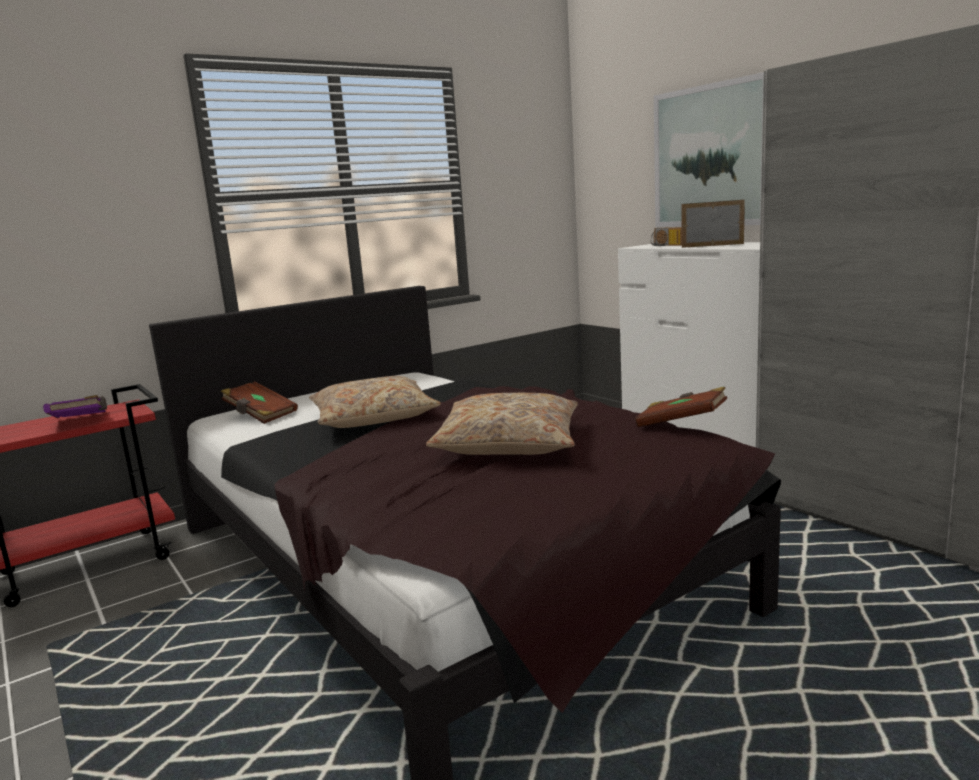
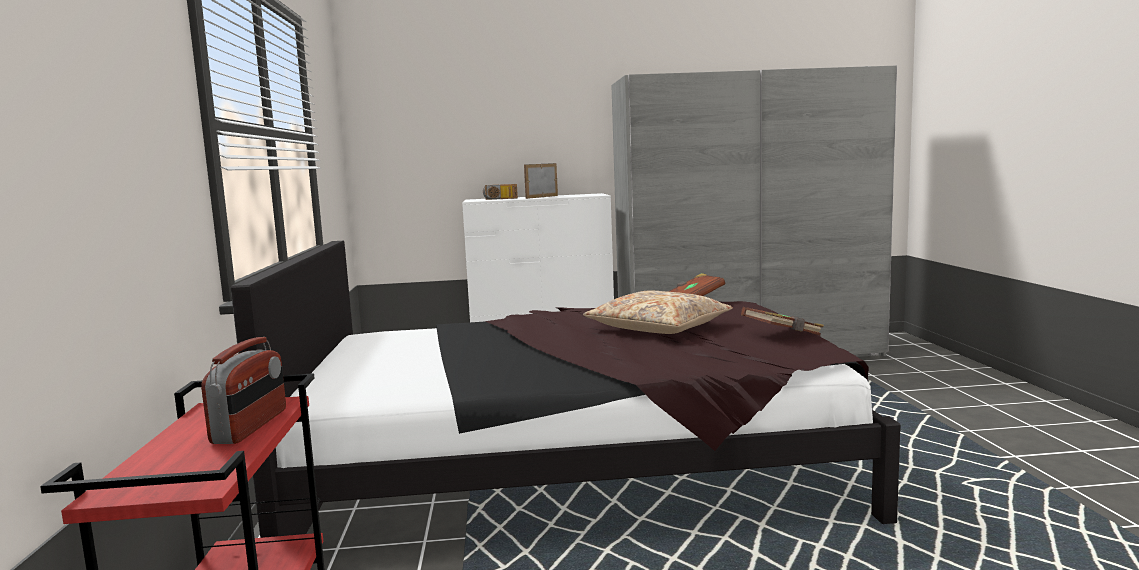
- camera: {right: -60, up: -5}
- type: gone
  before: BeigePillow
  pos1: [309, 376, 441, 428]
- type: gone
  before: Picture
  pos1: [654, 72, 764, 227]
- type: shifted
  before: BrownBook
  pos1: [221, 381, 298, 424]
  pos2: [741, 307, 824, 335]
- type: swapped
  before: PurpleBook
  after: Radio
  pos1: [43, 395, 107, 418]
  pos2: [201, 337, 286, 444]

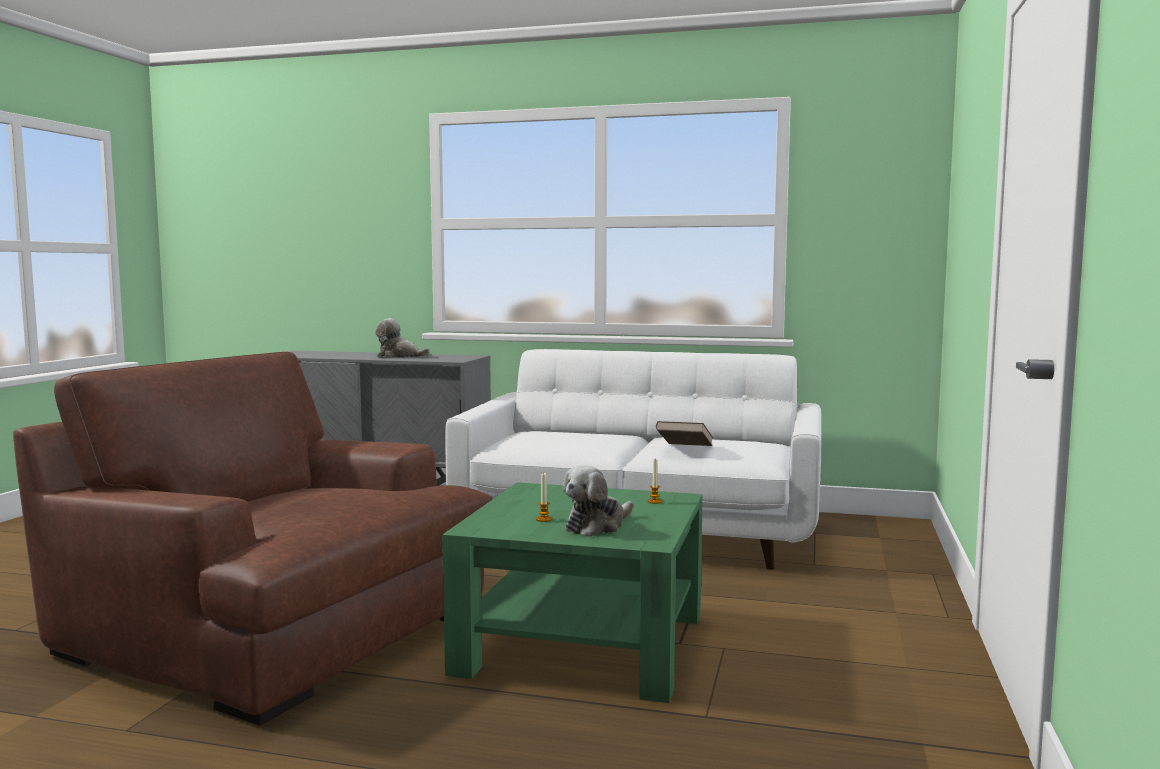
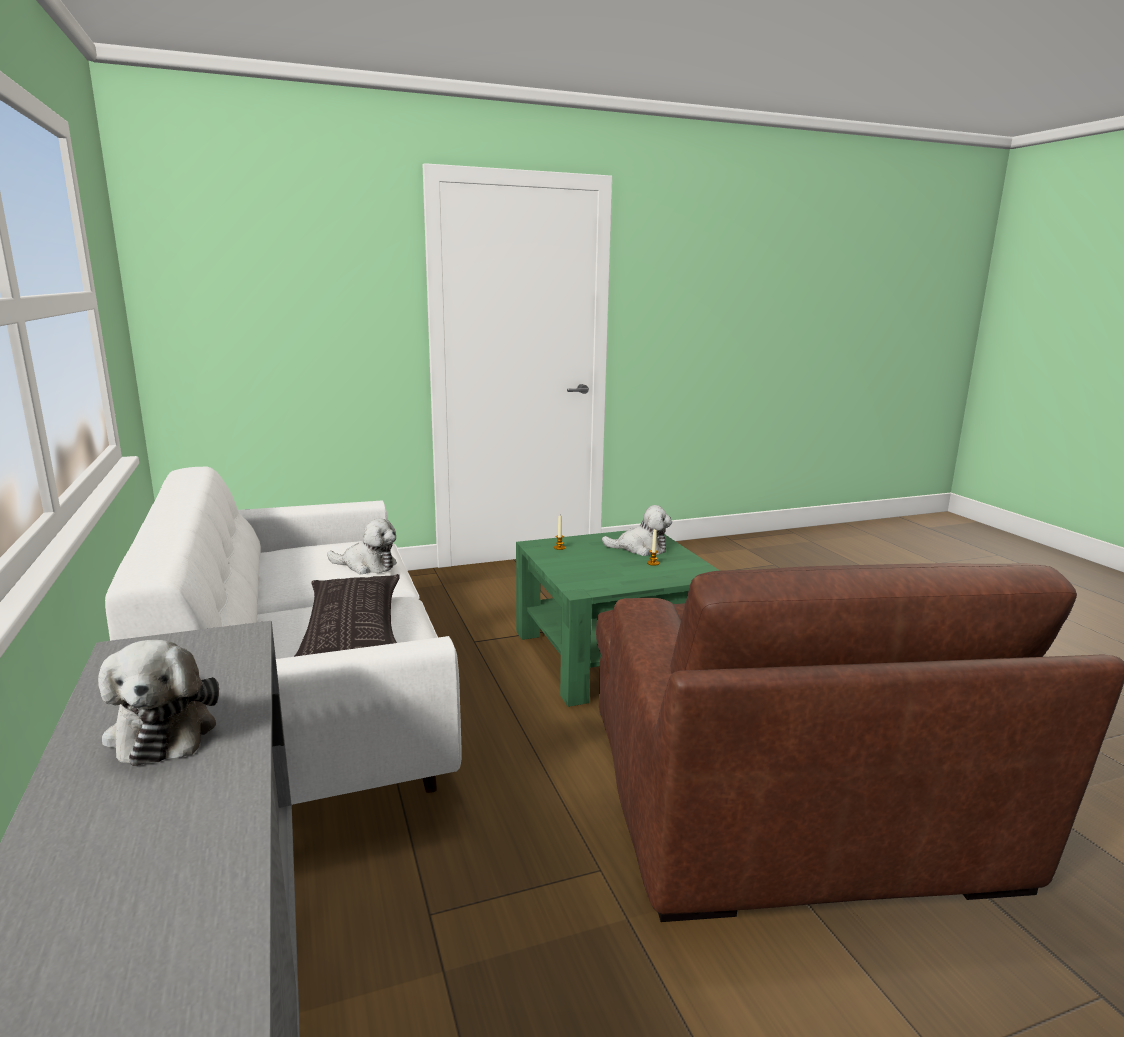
- camera: {right: -125, up: 10}
- type: new
  after: Pillow
  pos2: [294, 574, 400, 657]
- type: swapped
  before: BrownBook
  after: PlushToy
  pos1: [656, 421, 713, 446]
  pos2: [327, 518, 397, 574]

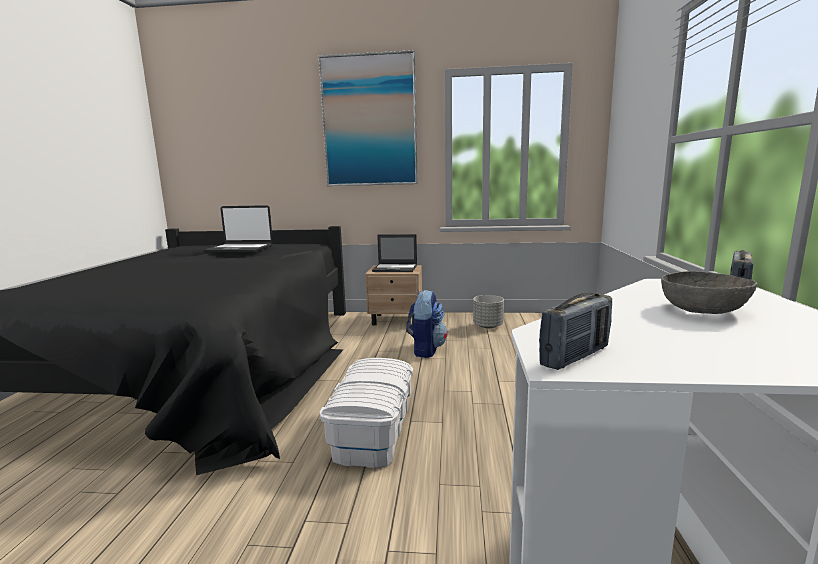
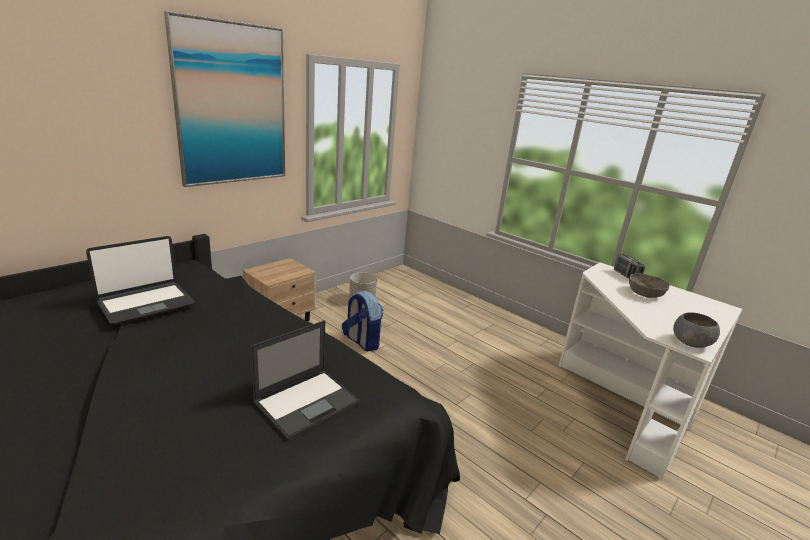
- camera: {right: -55, up: 10}
- type: gone
  before: WhiteStorageBox
  pos1: [319, 358, 413, 468]
- type: shifted
  before: Laptop
  pos1: [372, 234, 417, 272]
  pos2: [251, 320, 360, 441]
- type: swapped
  before: Radio
  after: GreyBowl
  pos1: [539, 292, 612, 370]
  pos2: [673, 312, 720, 348]

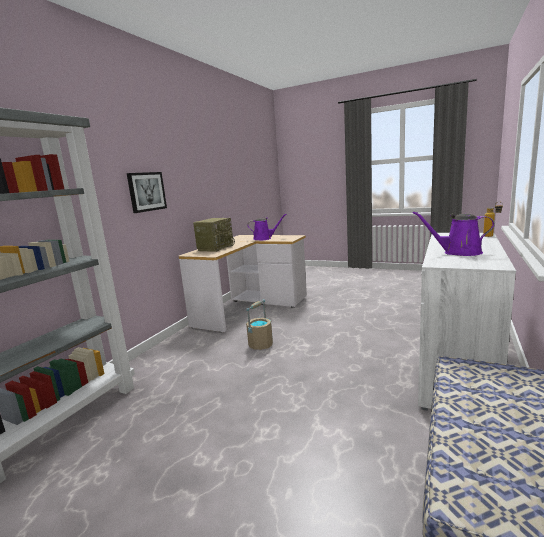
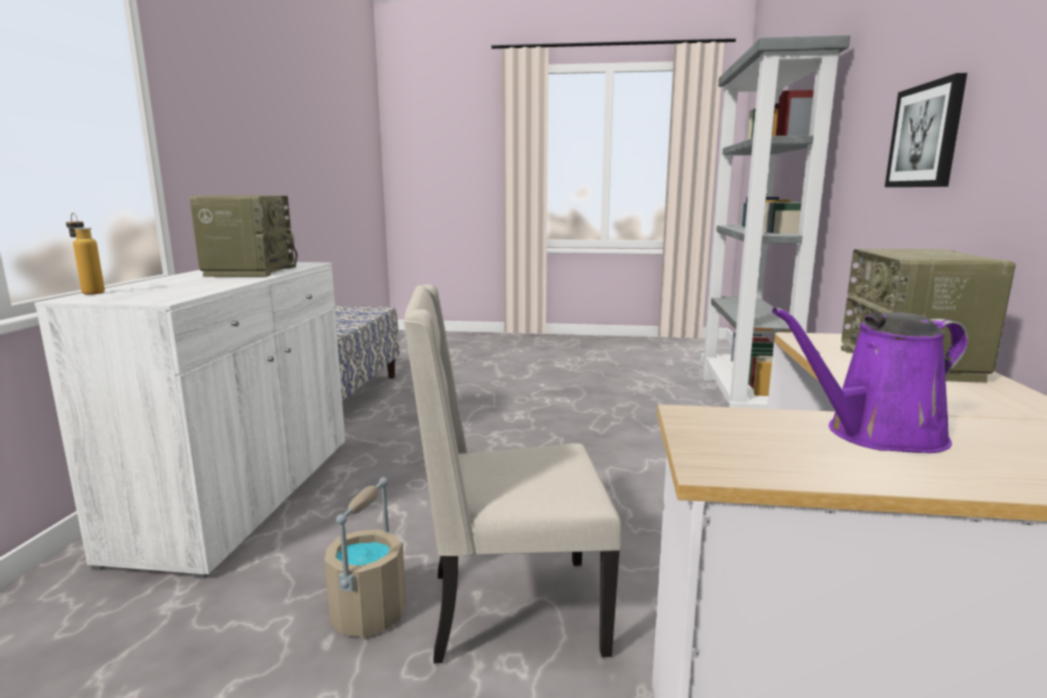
- camera: {right: 160, up: 0}
- type: new
  after: BeigeChair
  pos2: [404, 284, 622, 664]
- type: shifted
  before: BeigeBucket
  pos1: [246, 299, 273, 350]
  pos2: [324, 477, 406, 638]
- type: swapped
  before: PurpleWateringCan
  after: Radio
  pos1: [412, 211, 495, 256]
  pos2: [190, 195, 298, 277]

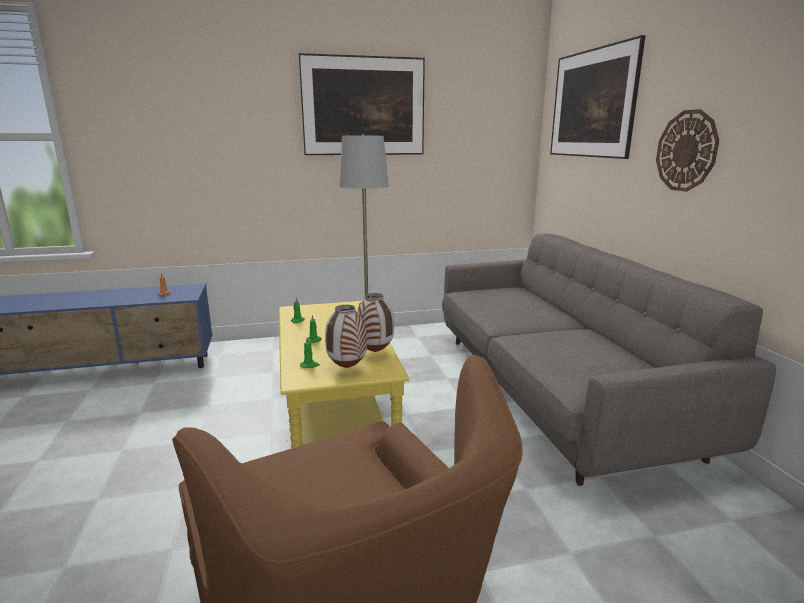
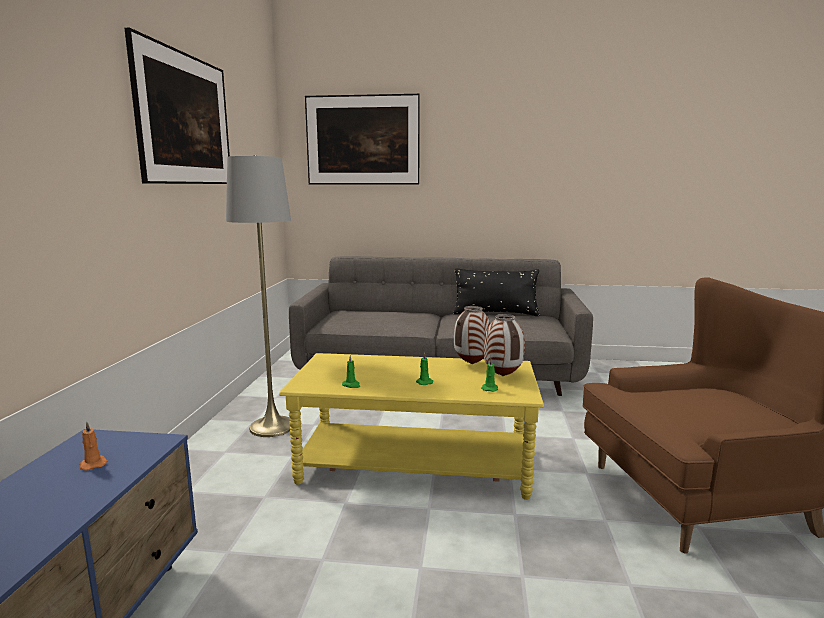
- camera: {right: -70, up: -5}
- type: gone
  before: WallClock
  pos1: [656, 109, 719, 192]
- type: new
  after: BlackPillow
  pos2: [453, 268, 540, 316]

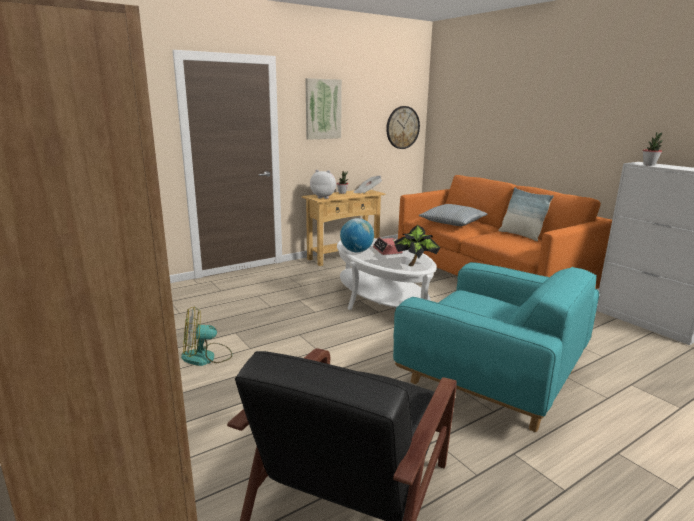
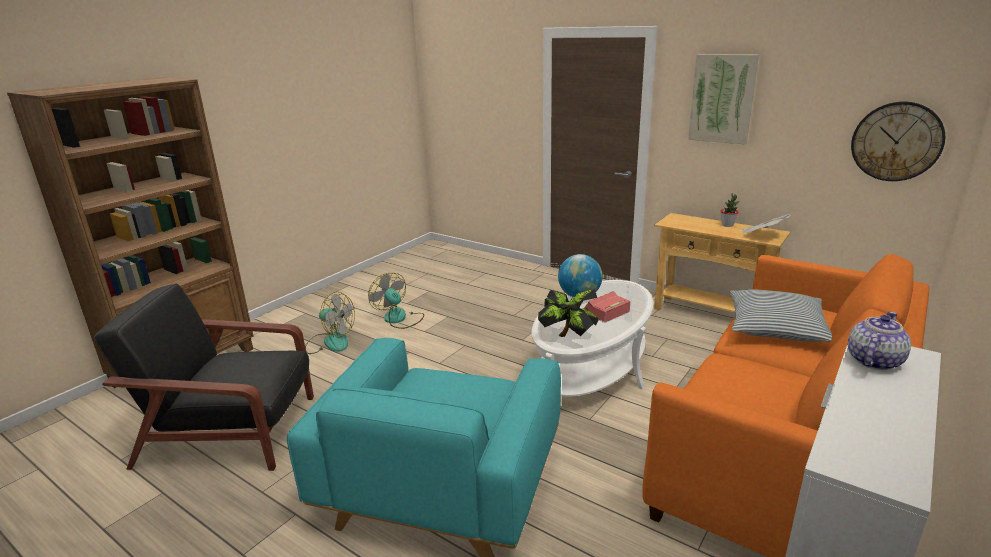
- camera: {right: 70, up: 5}
- type: gone
  before: PlushToy
  pos1: [310, 170, 337, 199]
- type: gone
  before: Pillow
  pos1: [499, 187, 554, 241]
- type: new
  after: Fan
  pos2: [305, 292, 355, 354]
- type: swapped
  before: PottedPlant
  after: Teapot
  pos1: [643, 132, 664, 166]
  pos2: [848, 311, 911, 370]

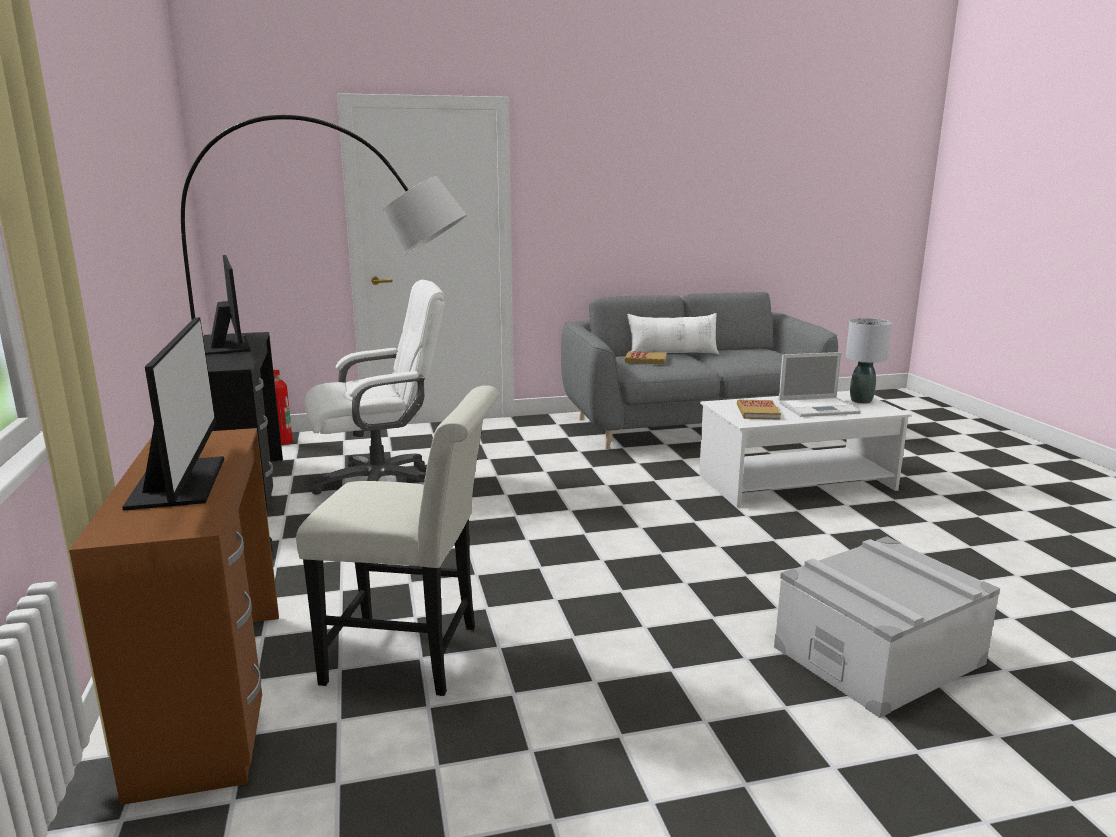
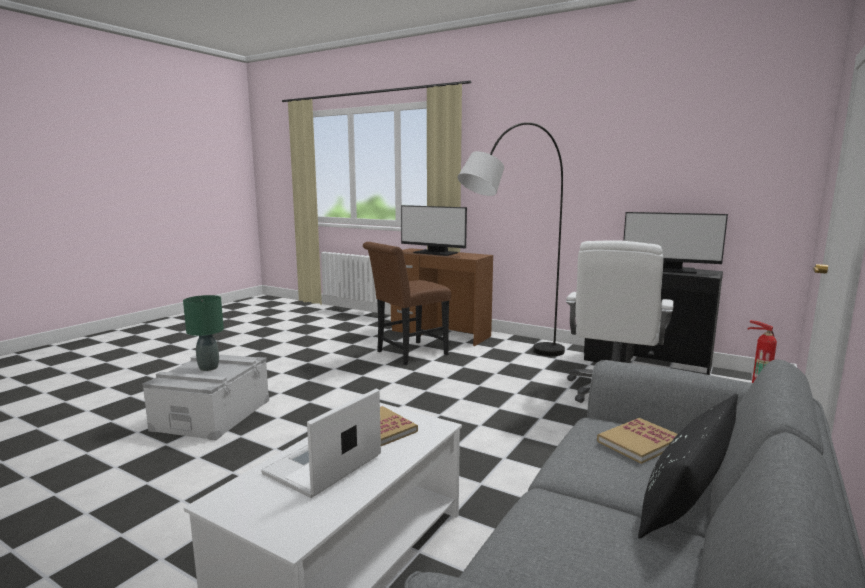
- camera: {right: 135, up: -5}
- type: gone
  before: GreyTableLamp
  pos1: [846, 318, 892, 404]
- type: new
  after: GreenTableLamp
  pos2: [183, 295, 224, 371]
- type: repainted
  before: WhiteChair
  after: BrownChair
  pos1: [296, 385, 499, 696]
  pos2: [363, 242, 451, 365]
- type: repainted
  before: WhitePillow
  after: BlackPillow
  pos1: [627, 313, 719, 354]
  pos2: [638, 394, 738, 539]

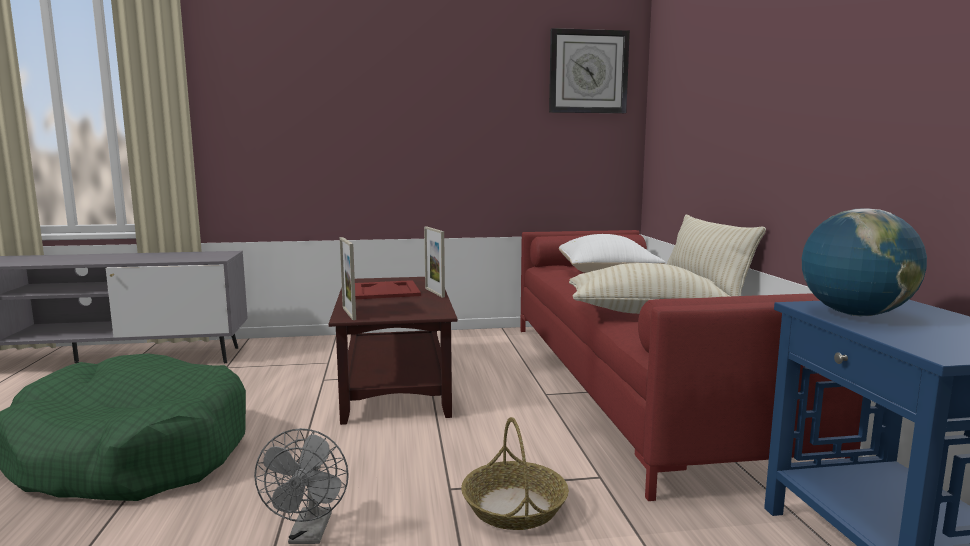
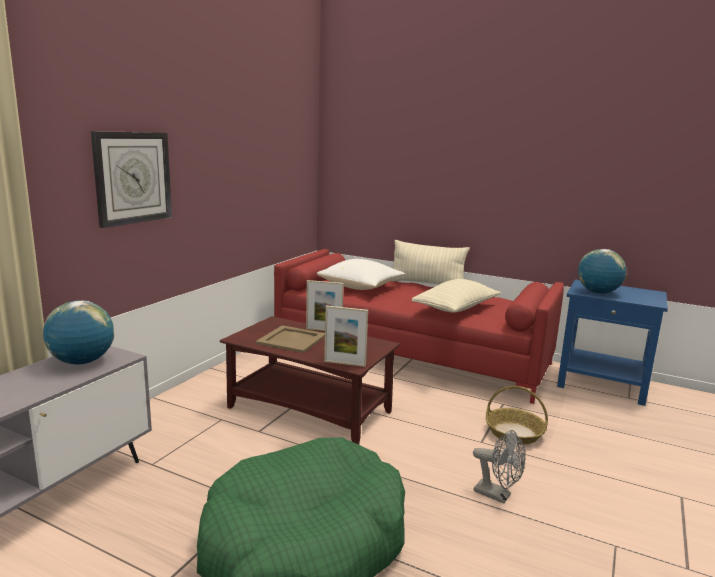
- camera: {right: -55, up: 5}
- type: new
  after: Globe
  pos2: [43, 301, 114, 365]
- type: shifted
  before: WallClock
  pos1: [549, 28, 630, 113]
  pos2: [91, 131, 172, 228]
- type: repainted
  before: RedTray
  after: BeigeTray
  pos1: [355, 280, 421, 299]
  pos2: [256, 325, 325, 353]

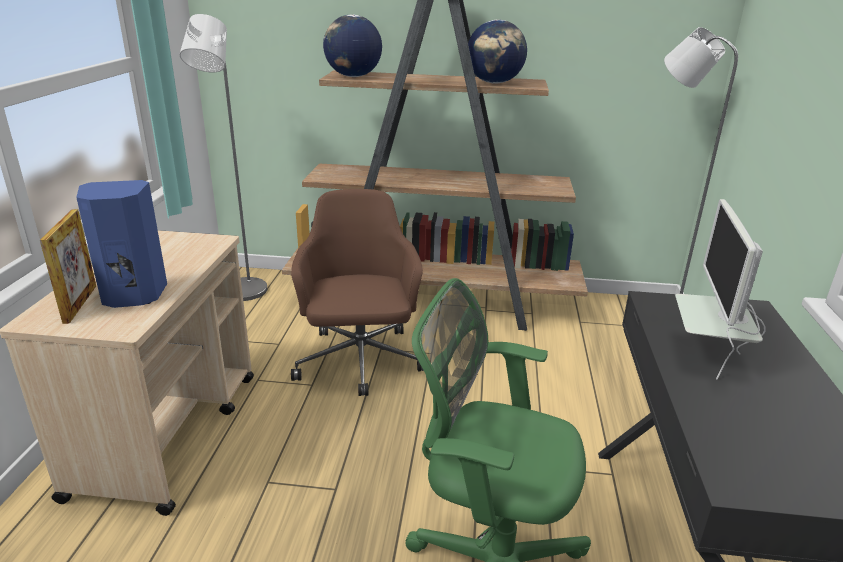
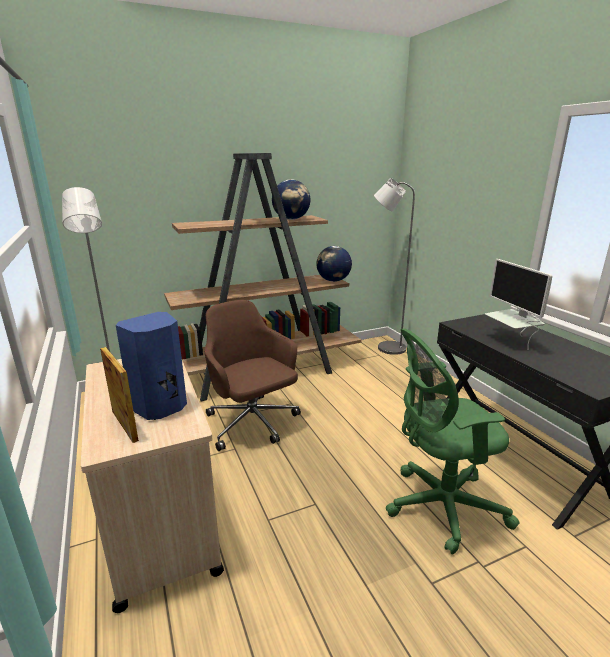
- camera: {right: -30, up: -5}
- type: shifted
  before: Globe
  pos1: [323, 14, 382, 77]
  pos2: [316, 246, 352, 282]

